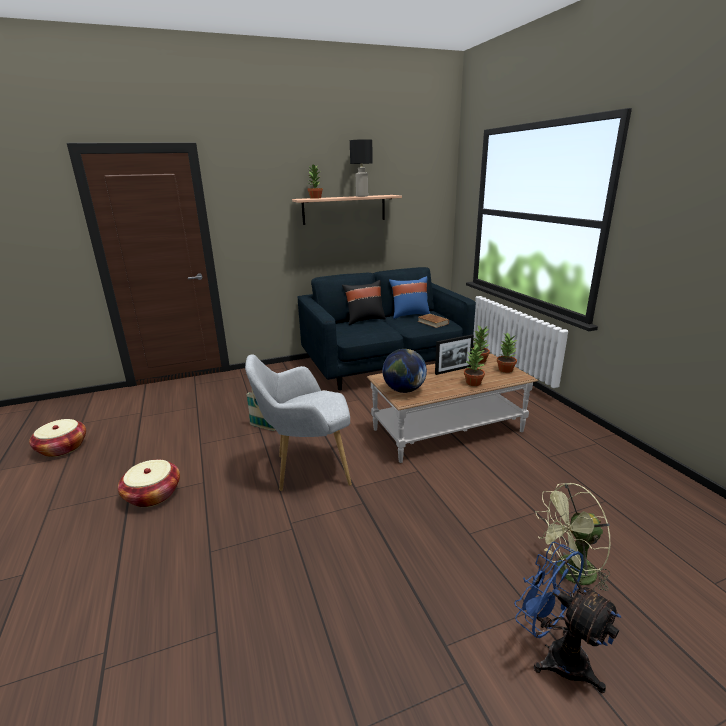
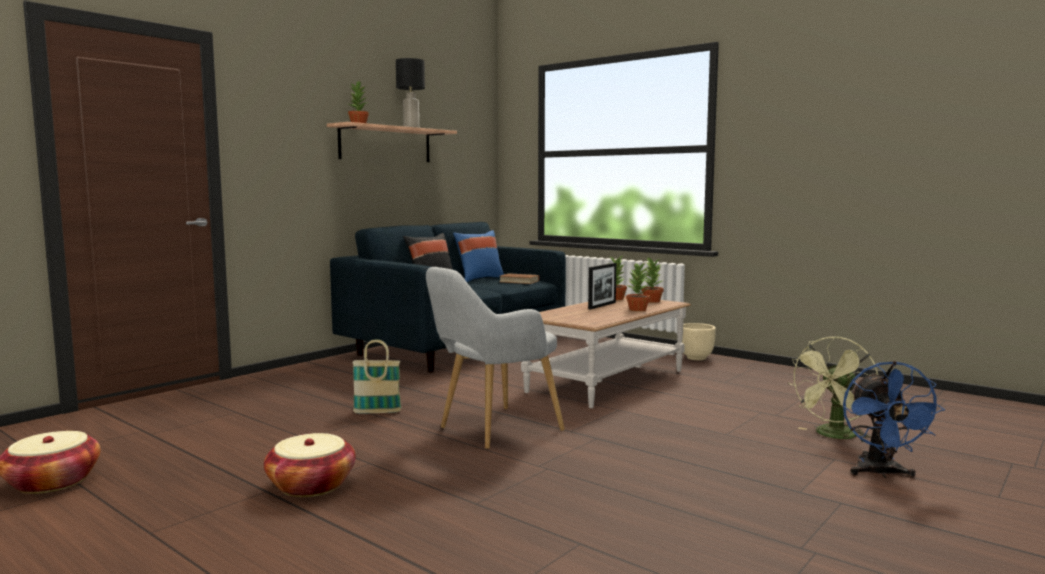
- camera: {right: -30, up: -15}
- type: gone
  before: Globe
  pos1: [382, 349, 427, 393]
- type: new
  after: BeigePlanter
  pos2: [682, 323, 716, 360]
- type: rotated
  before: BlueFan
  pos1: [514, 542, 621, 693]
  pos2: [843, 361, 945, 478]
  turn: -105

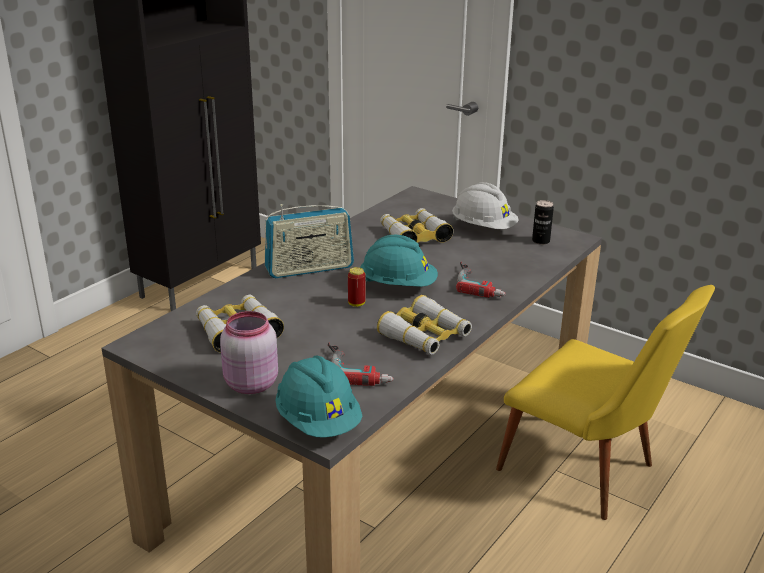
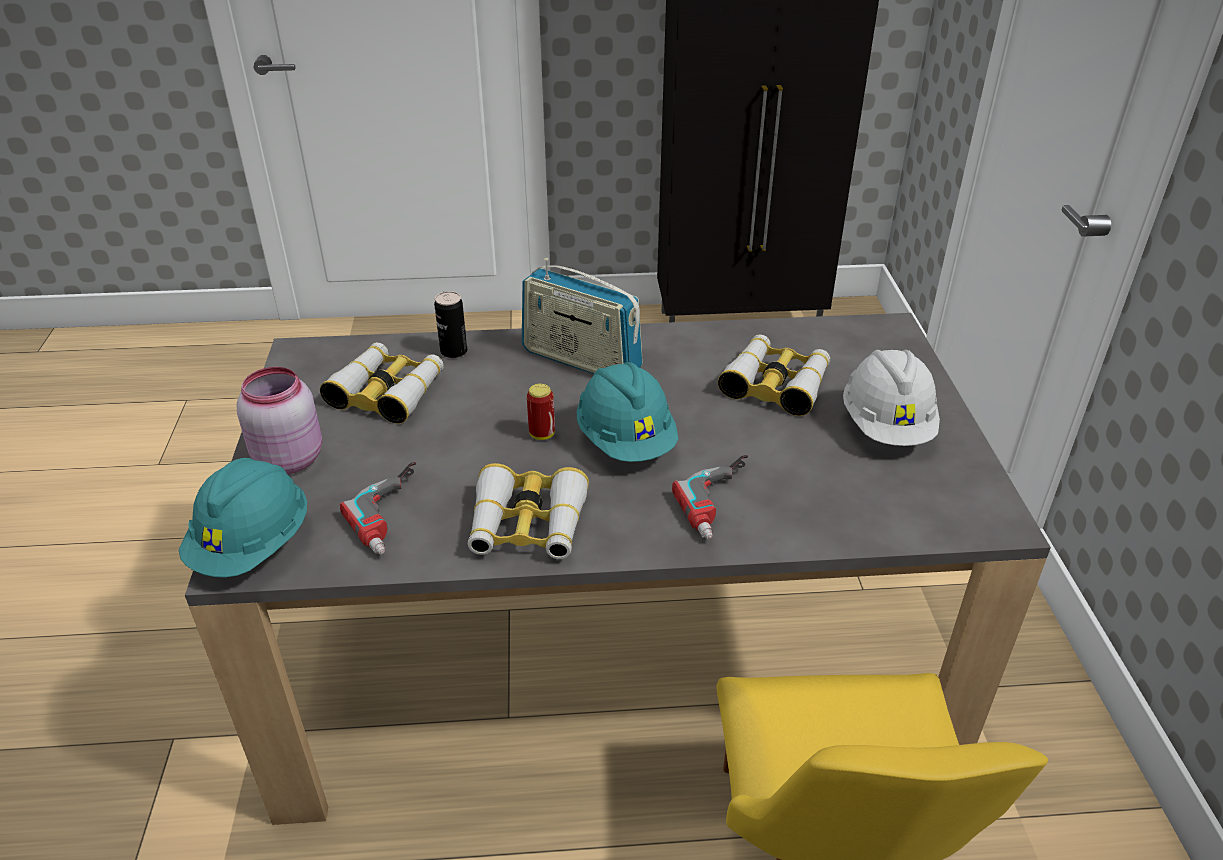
- camera: {right: 50, up: 10}
- type: shifted
  before: Can
  pos1: [532, 200, 554, 245]
  pos2: [434, 291, 467, 358]

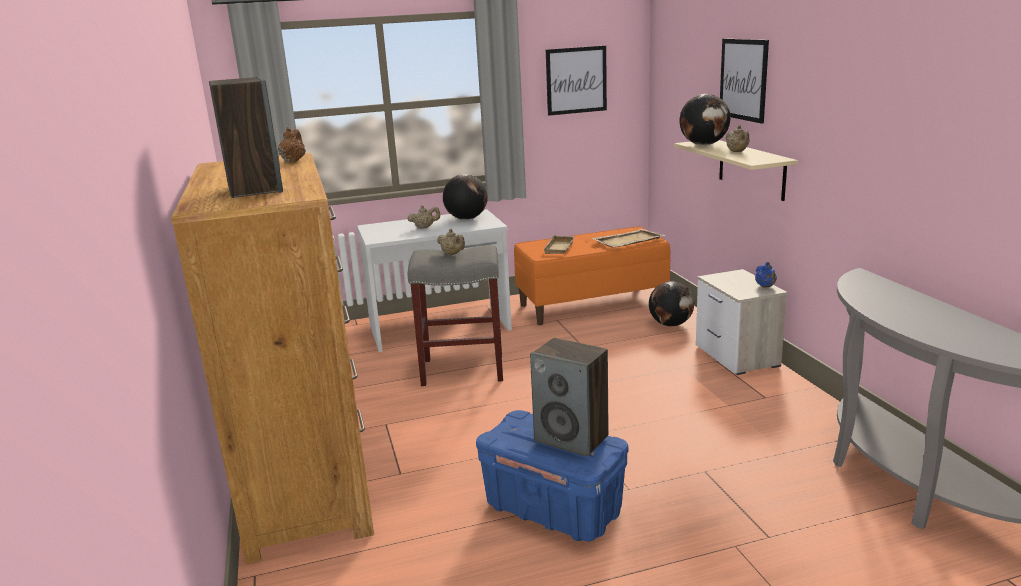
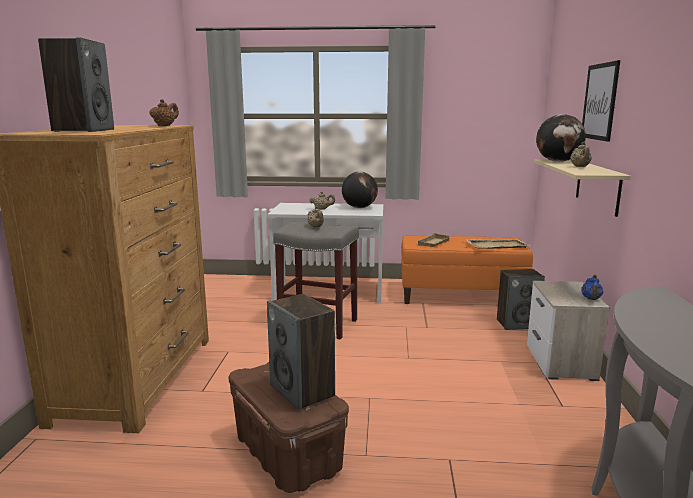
- camera: {right: 20, up: -5}
- type: gone
  before: Picture
  pos1: [546, 46, 607, 116]
- type: swapped
  before: Globe
  after: Speaker
  pos1: [649, 281, 694, 326]
  pos2: [497, 269, 545, 330]
- type: repainted
  before: BlueStorageBox
  after: BrownStorageBox
  pos1: [476, 410, 629, 542]
  pos2: [228, 362, 349, 493]

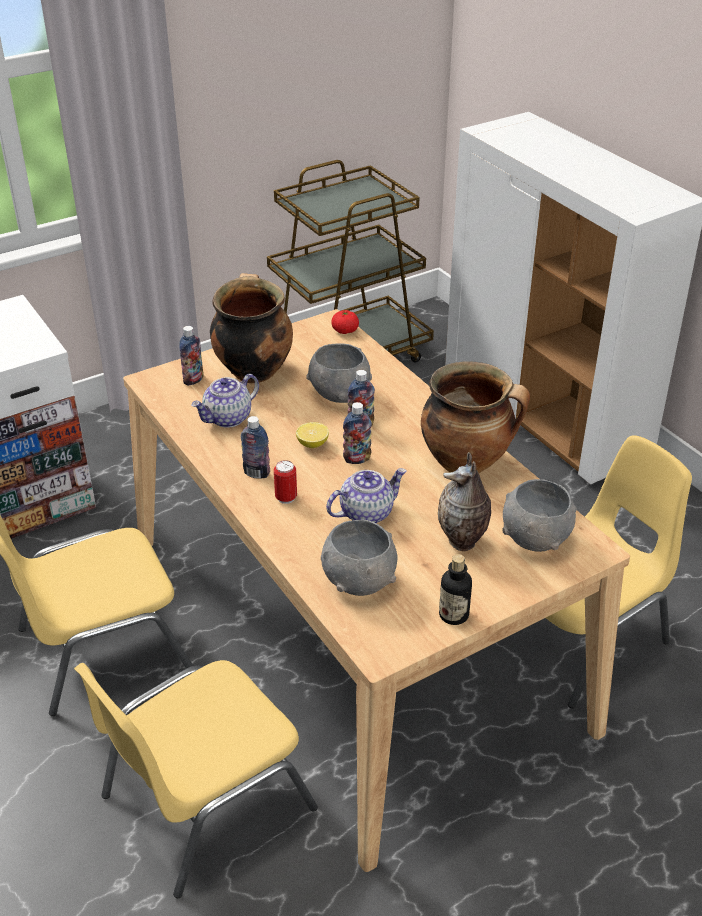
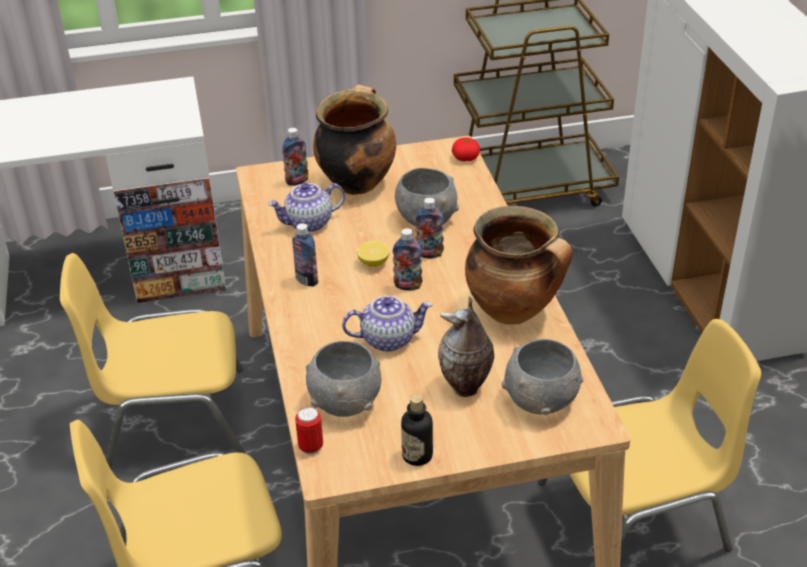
- camera: {right: 20, up: 0}
- type: shifted
  before: Can
  pos1: [274, 460, 297, 504]
  pos2: [295, 407, 323, 455]

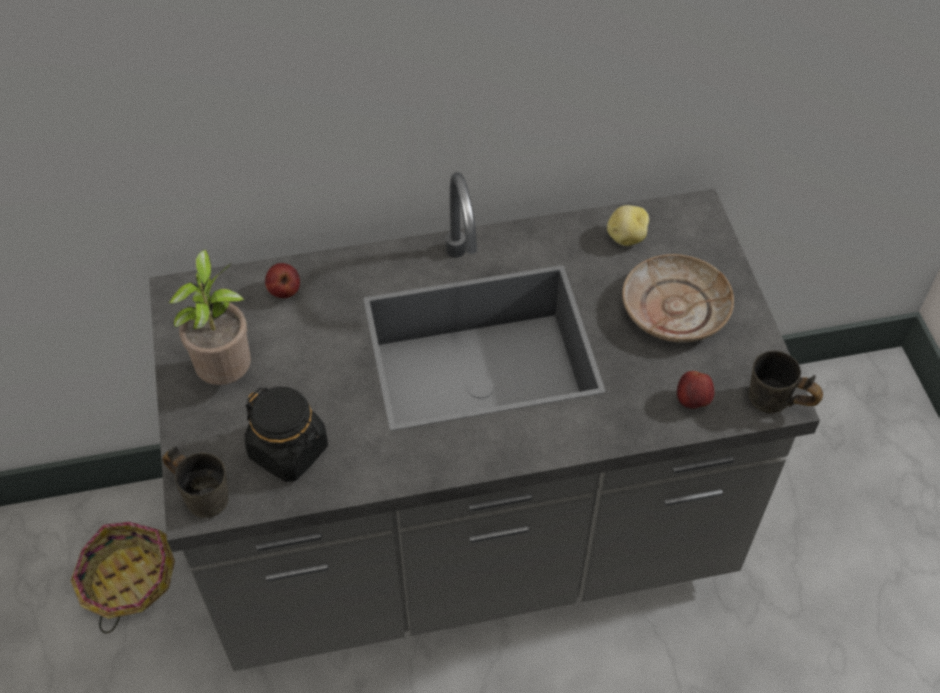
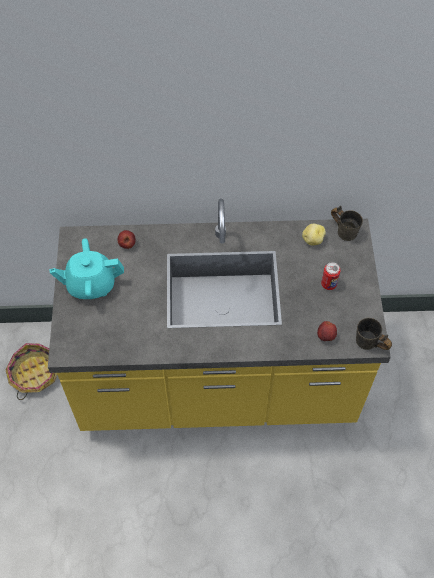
- camera: {right: 10, up: 5}
- type: gone
  before: BlackJar
  pos1: [245, 387, 328, 482]
- type: shifted
  before: GreyMug
  pos1: [162, 446, 229, 518]
  pos2: [331, 206, 363, 241]
- type: swapped
  before: PottedPlant
  after: TurquoiseTeapot
  pos1: [168, 249, 251, 385]
  pos2: [49, 238, 124, 299]
- type: swapped
  before: BeigePlate
  after: Can
  pos1: [622, 254, 734, 342]
  pos2: [321, 262, 341, 290]
- type: repainted
  before: GreyCounter
  after: YellowCounter
  pos1: [149, 172, 820, 671]
  pos2: [48, 199, 391, 431]

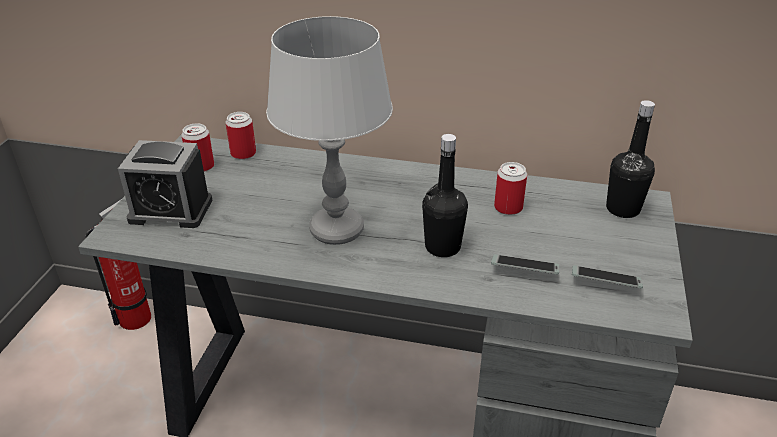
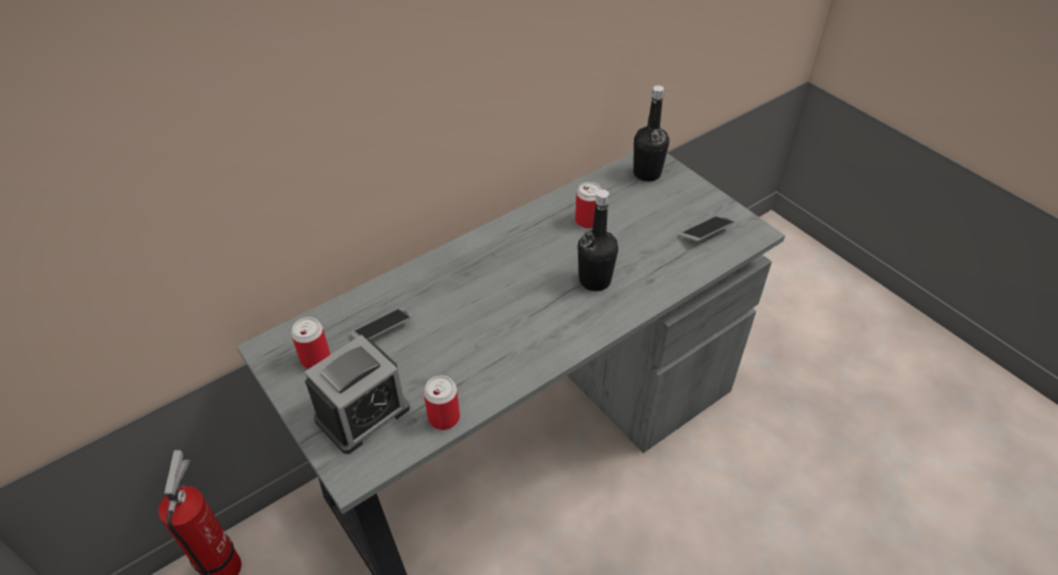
- camera: {right: -50, up: 10}
- type: gone
  before: GreyTableLamp
  pos1: [266, 16, 393, 245]
- type: shifted
  before: Can
  pos1: [226, 112, 256, 159]
  pos2: [424, 375, 460, 430]
- type: shifted
  before: Phone
  pos1: [491, 254, 559, 274]
  pos2: [350, 308, 414, 339]

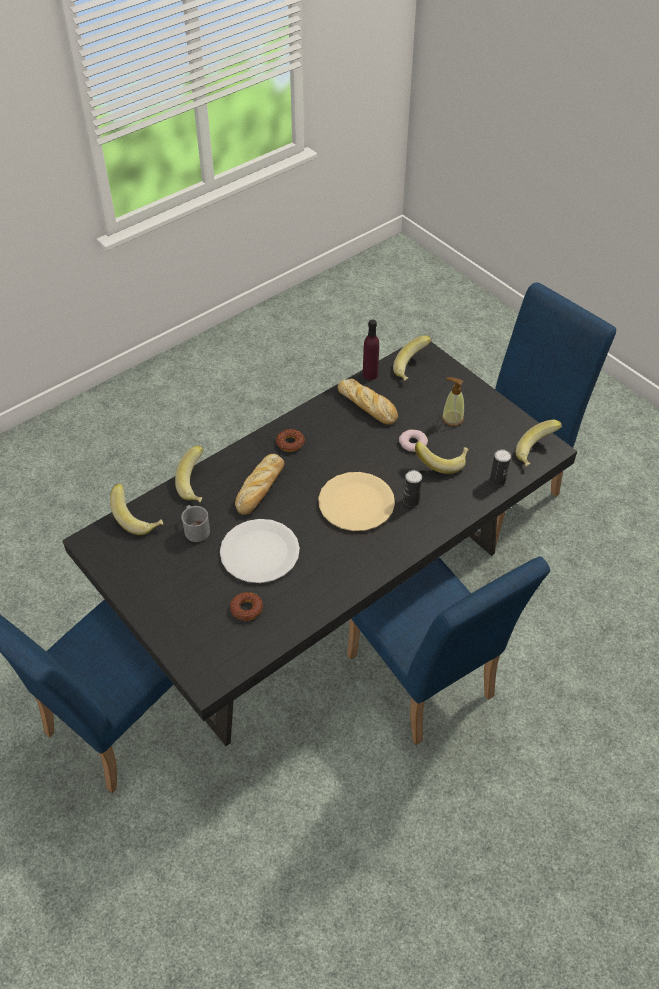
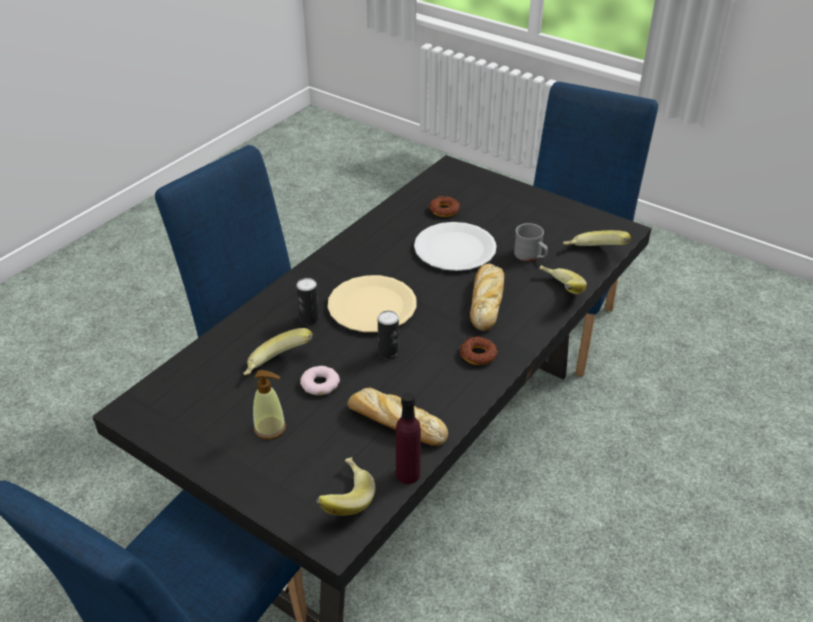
- camera: {right: 165, up: -10}
- type: gone
  before: Banana
  pos1: [515, 420, 562, 466]
- type: shifted
  before: Can
  pos1: [490, 449, 511, 486]
  pos2: [378, 311, 399, 359]

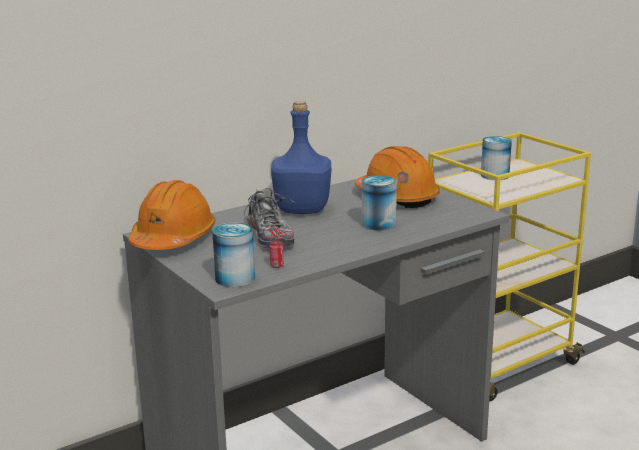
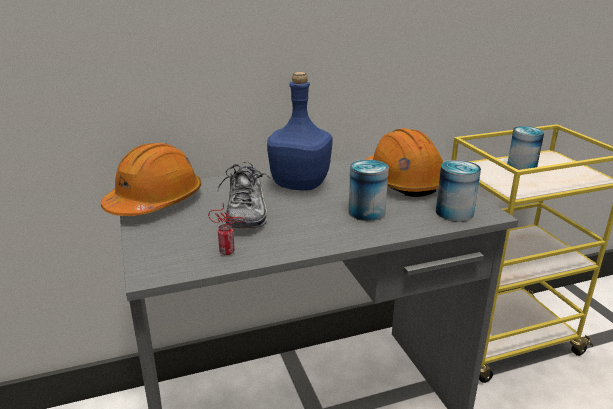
- camera: {right: 15, up: 5}
- type: shifted
  before: Can
  pos1: [212, 222, 255, 287]
  pos2: [436, 160, 481, 222]

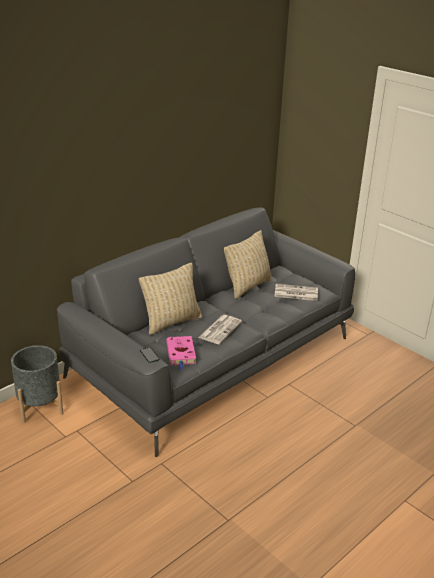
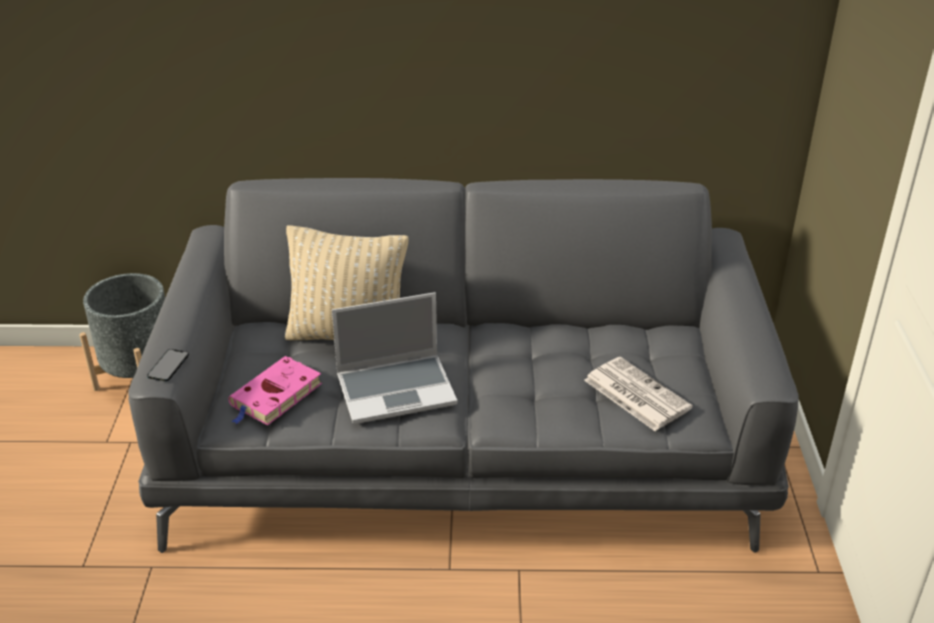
- camera: {right: 45, up: 5}
- type: gone
  before: BeigePillow
  pos1: [224, 230, 272, 299]
- type: swapped
  before: Newspaper
  after: Laptop
  pos1: [198, 315, 242, 344]
  pos2: [332, 292, 457, 424]

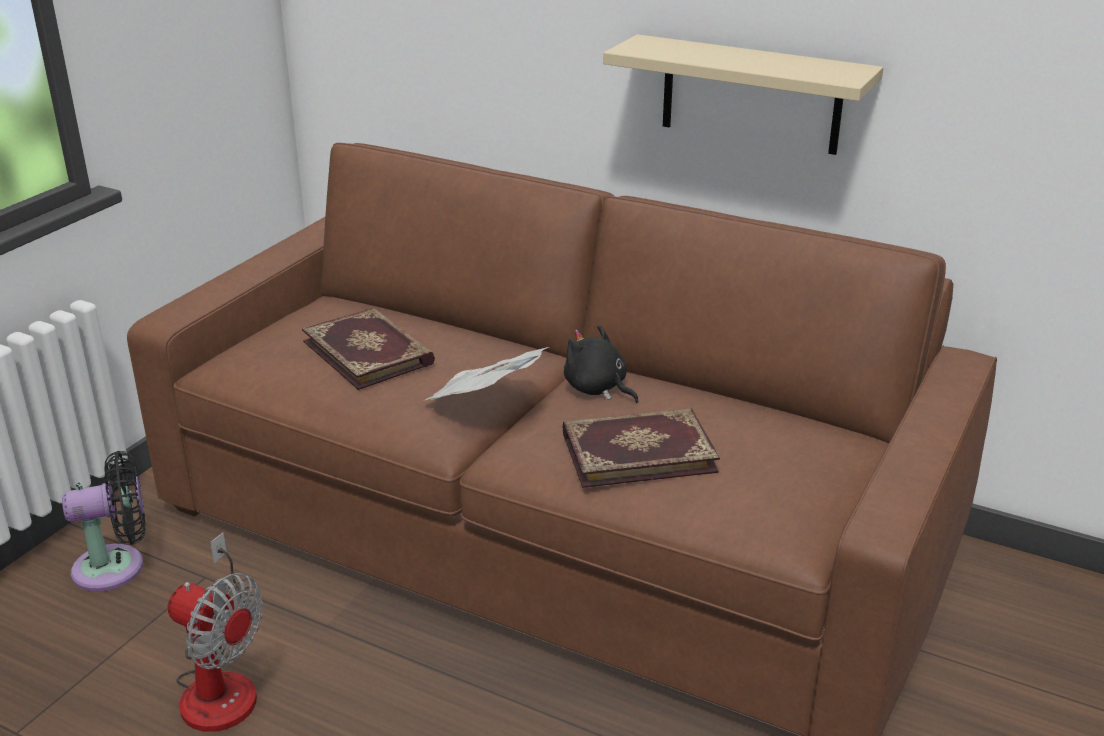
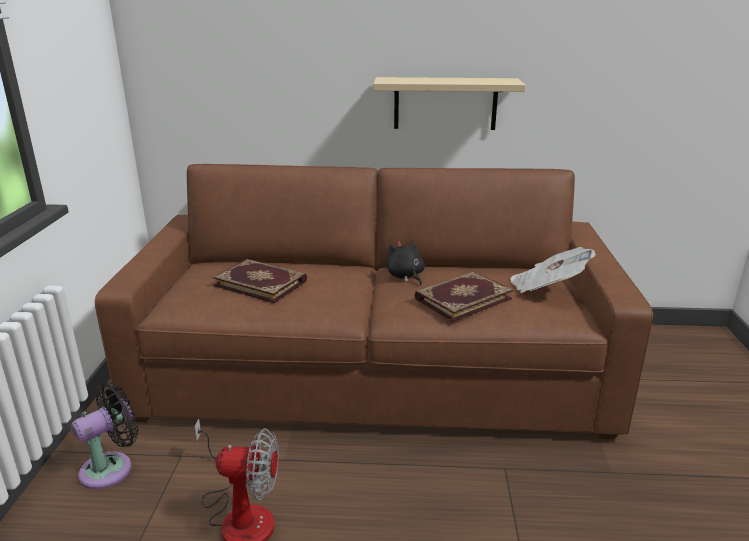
- camera: {right: -25, up: -5}
- type: shifted
  before: Newspaper
  pos1: [425, 347, 548, 400]
  pos2: [510, 247, 596, 293]
- type: rotated
  before: BlackPlushToy
  pos1: [564, 325, 639, 403]
  pos2: [386, 240, 425, 286]
  turn: 45

